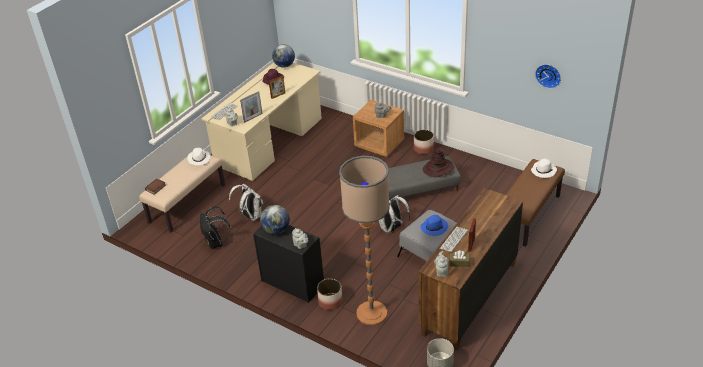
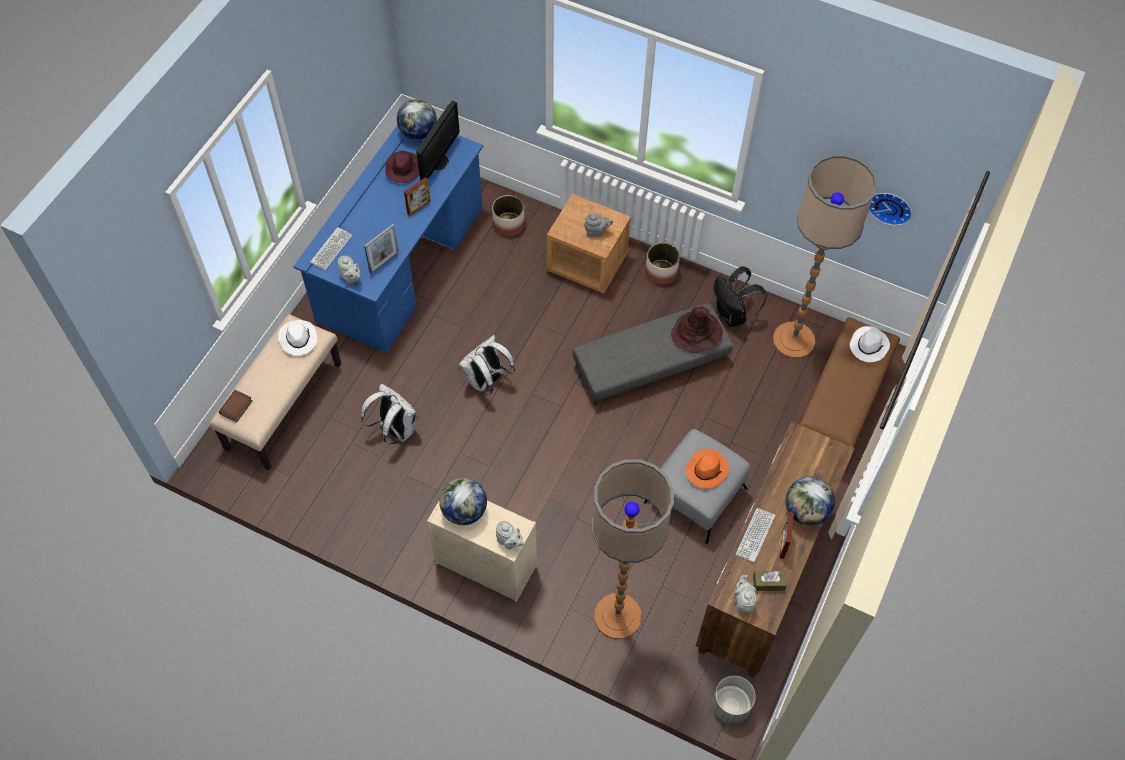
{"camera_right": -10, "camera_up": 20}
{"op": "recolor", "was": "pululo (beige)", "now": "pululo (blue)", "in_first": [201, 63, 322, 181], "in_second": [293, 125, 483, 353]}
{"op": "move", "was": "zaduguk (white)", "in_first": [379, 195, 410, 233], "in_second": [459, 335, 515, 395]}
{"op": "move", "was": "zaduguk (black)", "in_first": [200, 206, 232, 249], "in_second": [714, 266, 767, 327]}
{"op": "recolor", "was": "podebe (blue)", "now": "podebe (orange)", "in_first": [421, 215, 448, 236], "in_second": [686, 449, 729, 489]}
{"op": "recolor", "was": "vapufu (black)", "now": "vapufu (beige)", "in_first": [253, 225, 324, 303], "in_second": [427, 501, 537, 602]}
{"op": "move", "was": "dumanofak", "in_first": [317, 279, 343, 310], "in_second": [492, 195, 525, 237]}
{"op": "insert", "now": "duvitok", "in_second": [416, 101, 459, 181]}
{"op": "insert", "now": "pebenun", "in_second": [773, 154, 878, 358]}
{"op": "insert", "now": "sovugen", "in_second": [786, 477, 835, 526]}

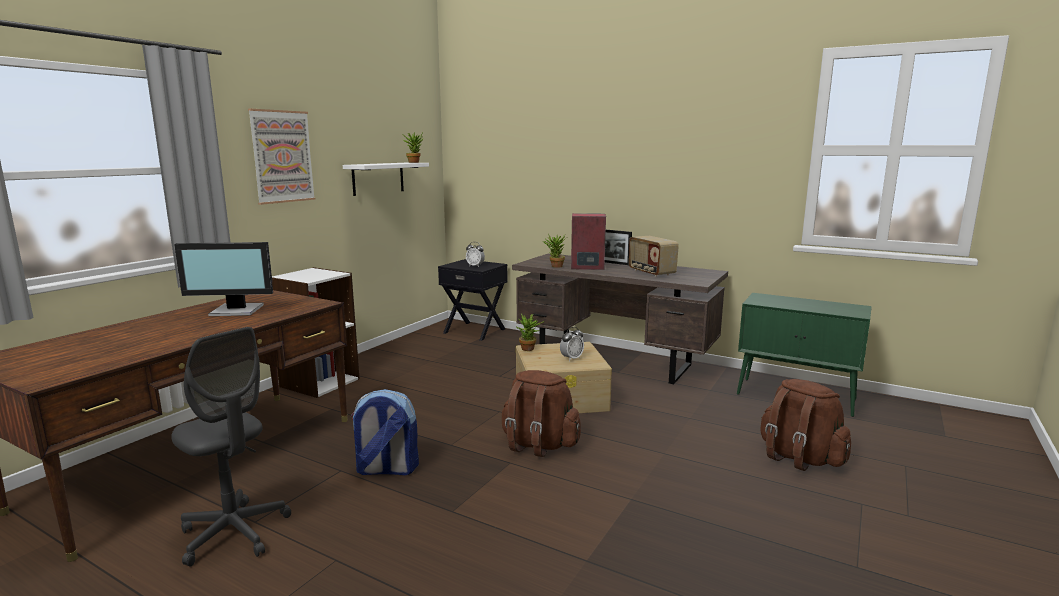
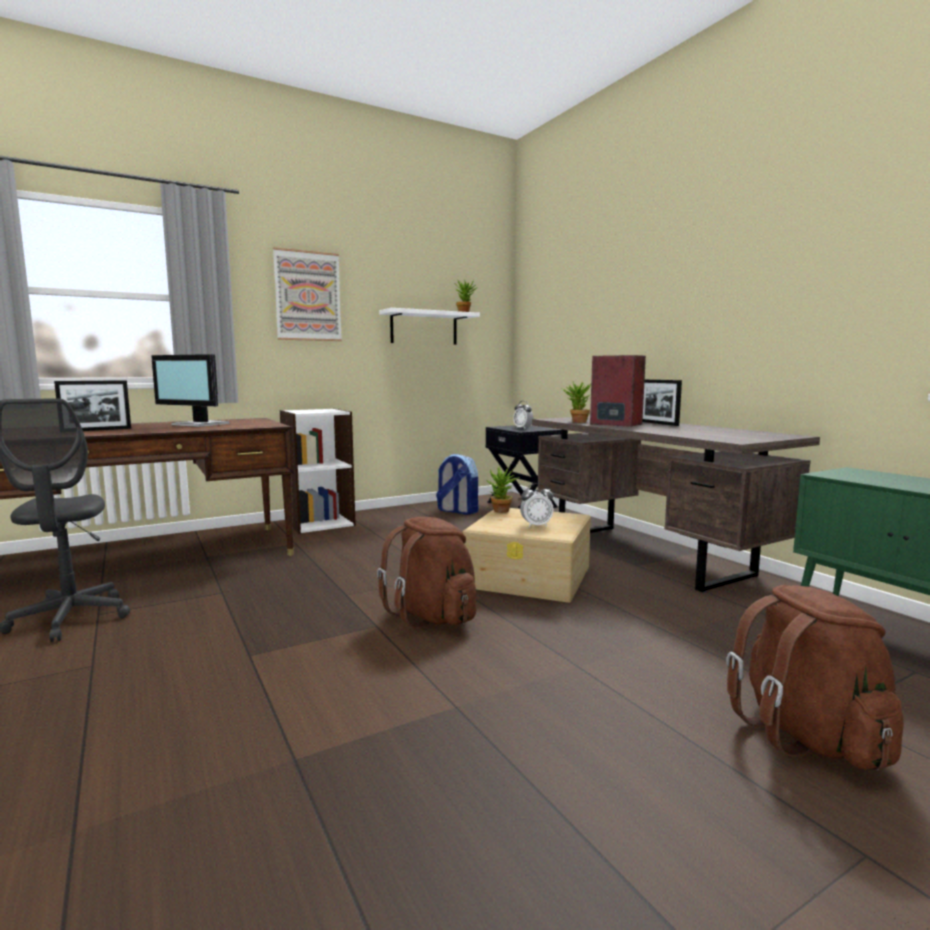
{"camera_right": 30, "camera_up": -5}
{"op": "delete", "was": "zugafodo", "in_first": [629, 236, 679, 277]}
{"op": "move", "was": "zaduguk", "in_first": [351, 389, 419, 475], "in_second": [436, 454, 478, 515]}
{"op": "insert", "now": "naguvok", "in_second": [54, 380, 131, 431]}

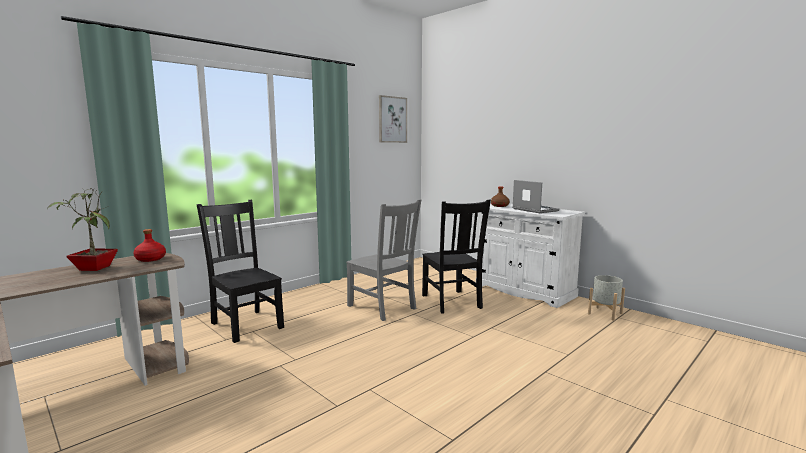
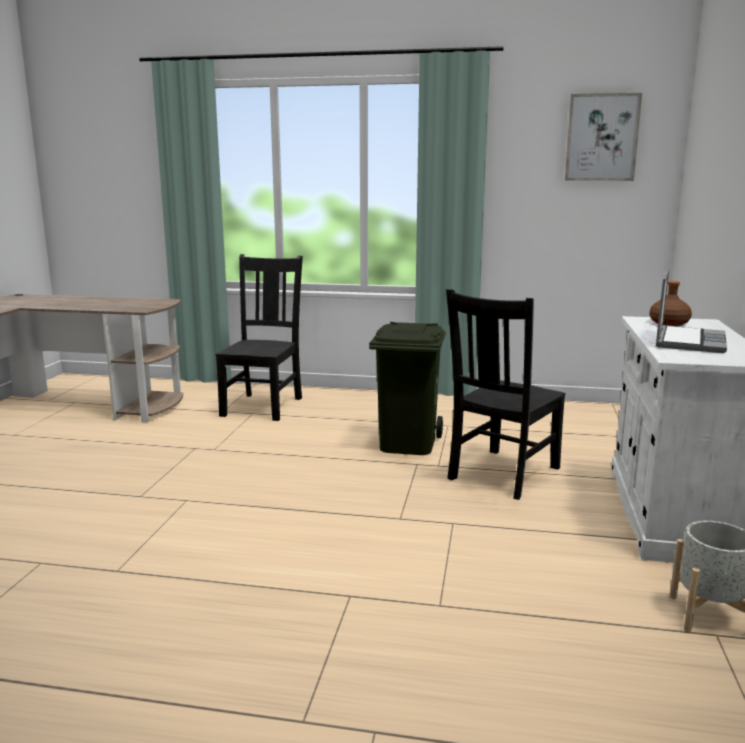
{"camera_right": 55, "camera_up": 5}
{"op": "delete", "was": "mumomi", "in_first": [48, 187, 118, 271]}
{"op": "replace", "was": "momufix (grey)", "now": "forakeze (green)", "in_first": [346, 199, 421, 321], "in_second": [369, 322, 445, 455]}
{"op": "delete", "was": "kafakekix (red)", "in_first": [133, 229, 166, 262]}

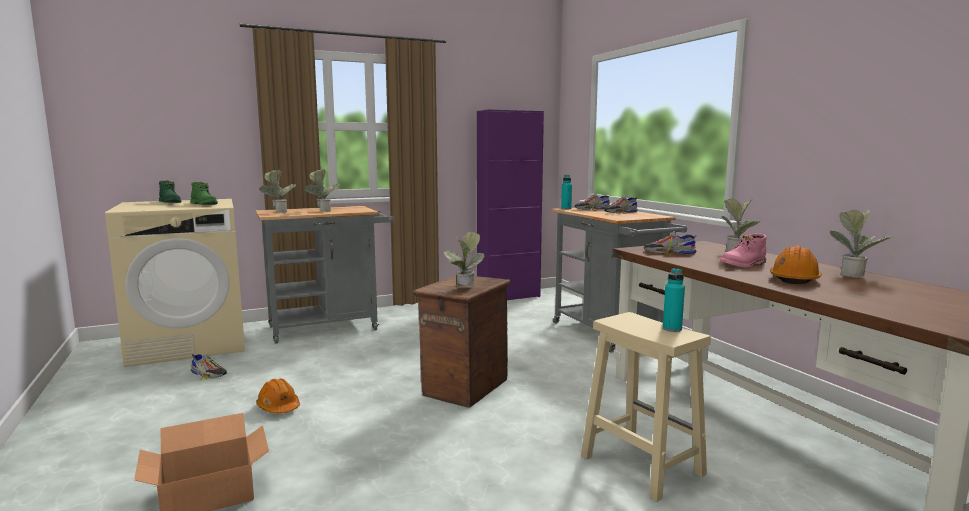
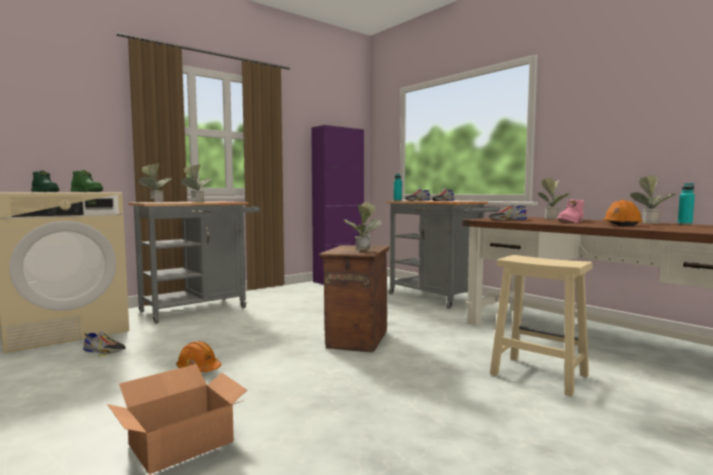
{"camera_right": -15, "camera_up": -5}
{"op": "move", "was": "kafakekix (turquoise)", "in_first": [663, 268, 685, 332], "in_second": [678, 183, 695, 225]}

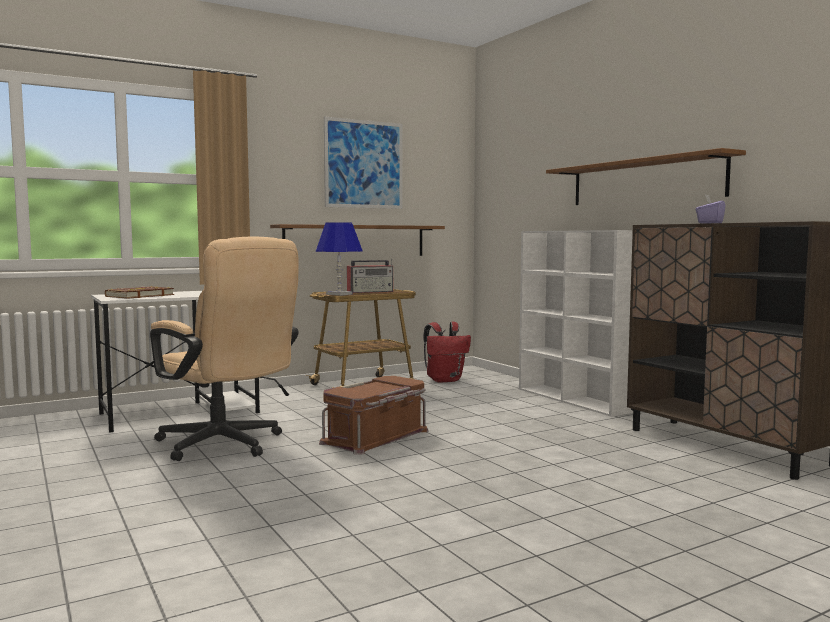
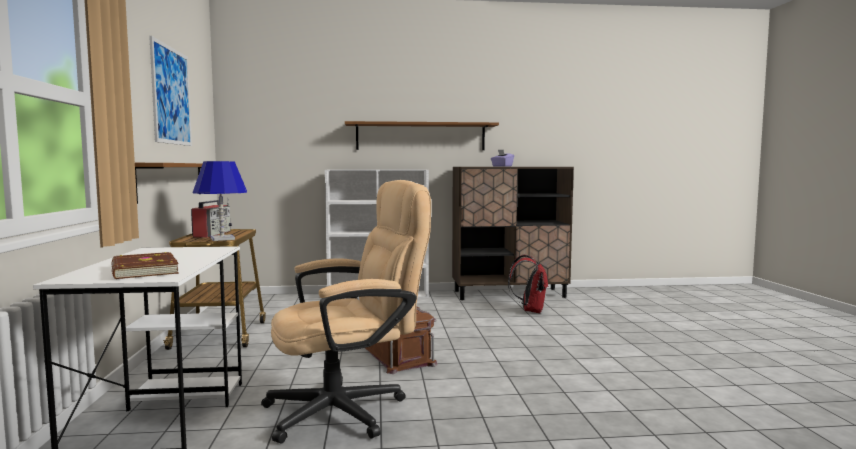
{"camera_right": -65, "camera_up": 0}
{"op": "move", "was": "zaduguk (red)", "in_first": [423, 322, 471, 383], "in_second": [508, 255, 548, 313]}

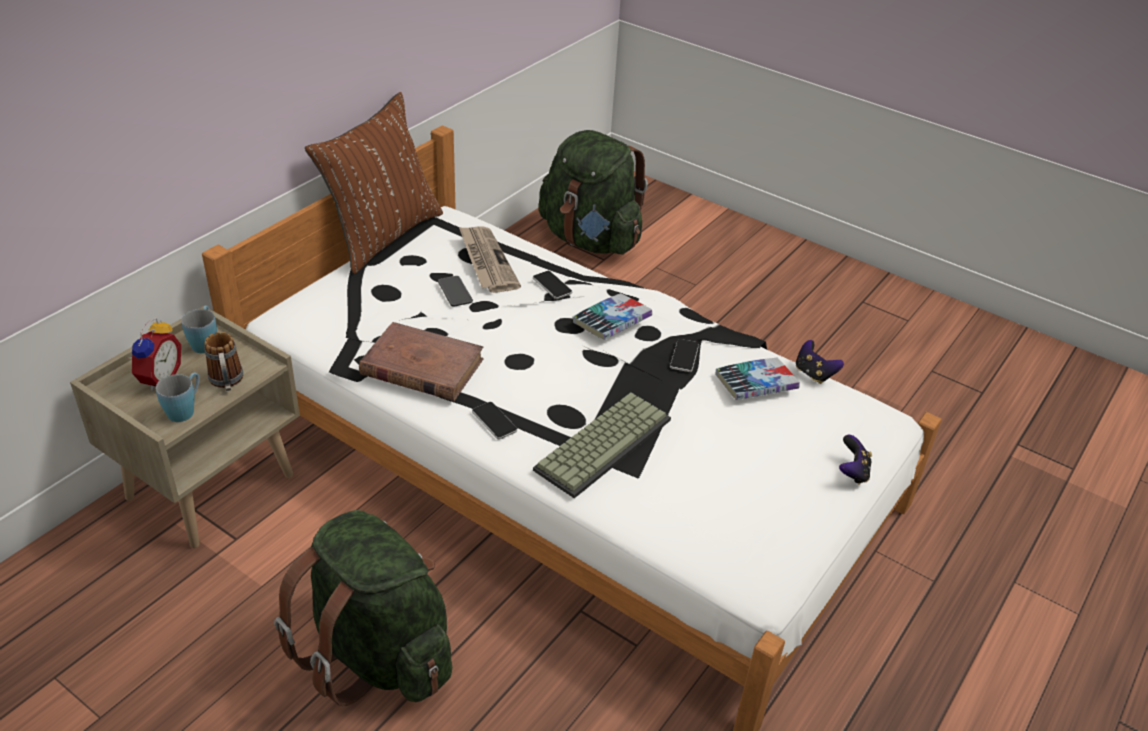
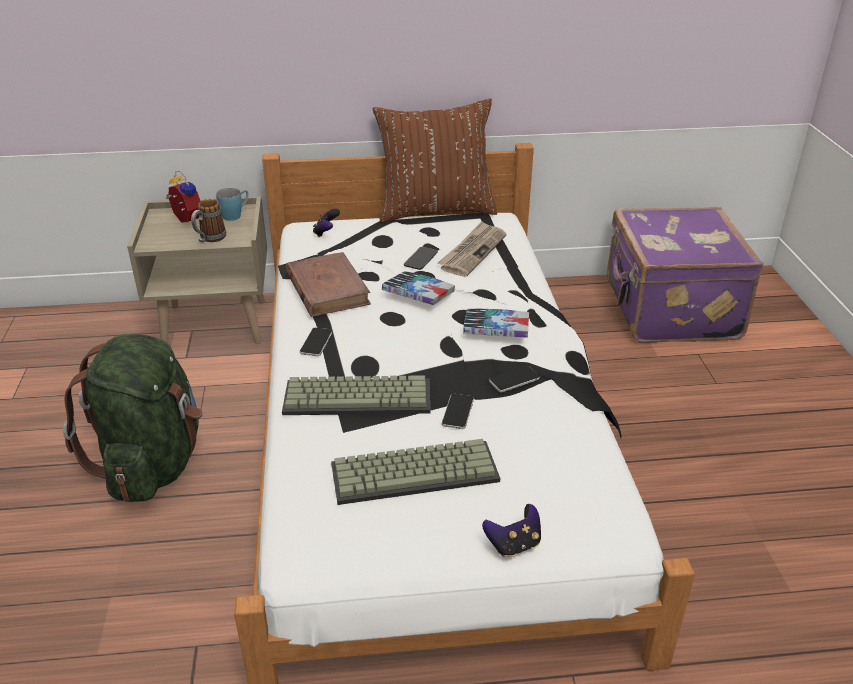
{"camera_right": 50, "camera_up": -5}
{"op": "replace", "was": "zaduguk (green)", "now": "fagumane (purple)", "in_first": [539, 130, 648, 254], "in_second": [607, 207, 763, 343]}
{"op": "move", "was": "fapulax", "in_first": [533, 271, 572, 299], "in_second": [442, 394, 474, 429]}
{"op": "rotate", "was": "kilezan", "in_first": [127, 317, 181, 391], "in_second": [166, 171, 200, 223], "clockwise": -105}
{"op": "move", "was": "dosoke", "in_first": [796, 340, 844, 384], "in_second": [313, 208, 340, 237]}
{"op": "move", "was": "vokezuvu", "in_first": [716, 358, 800, 400], "in_second": [382, 271, 455, 305]}
{"op": "delete", "was": "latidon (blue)", "in_first": [156, 372, 200, 422]}
{"op": "insert", "now": "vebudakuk", "in_second": [331, 439, 500, 505]}

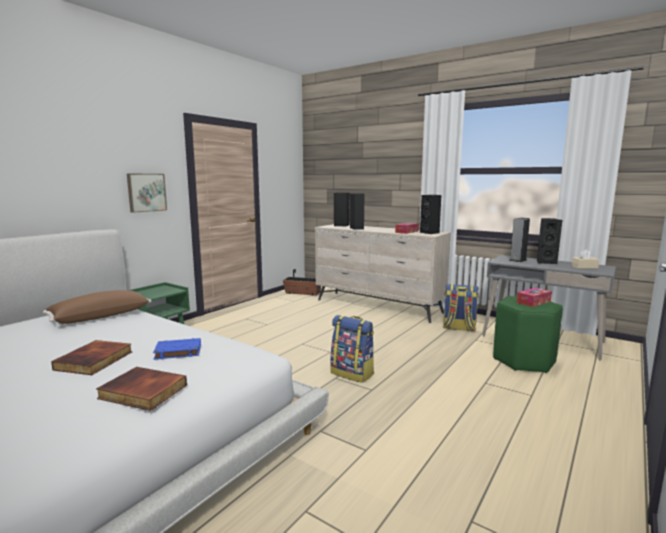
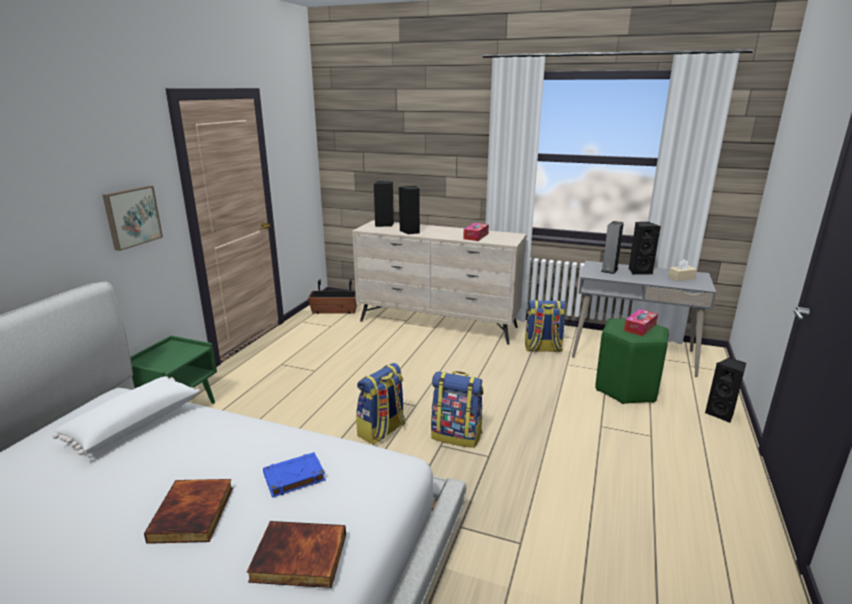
{"camera_right": -15, "camera_up": 10}
{"op": "move", "was": "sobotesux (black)", "in_first": [420, 195, 442, 234], "in_second": [705, 358, 746, 423]}
{"op": "recolor", "was": "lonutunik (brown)", "now": "lonutunik (white)", "in_first": [43, 290, 152, 324], "in_second": [52, 376, 200, 455]}
{"op": "insert", "now": "zaduguk", "in_second": [356, 363, 406, 445]}

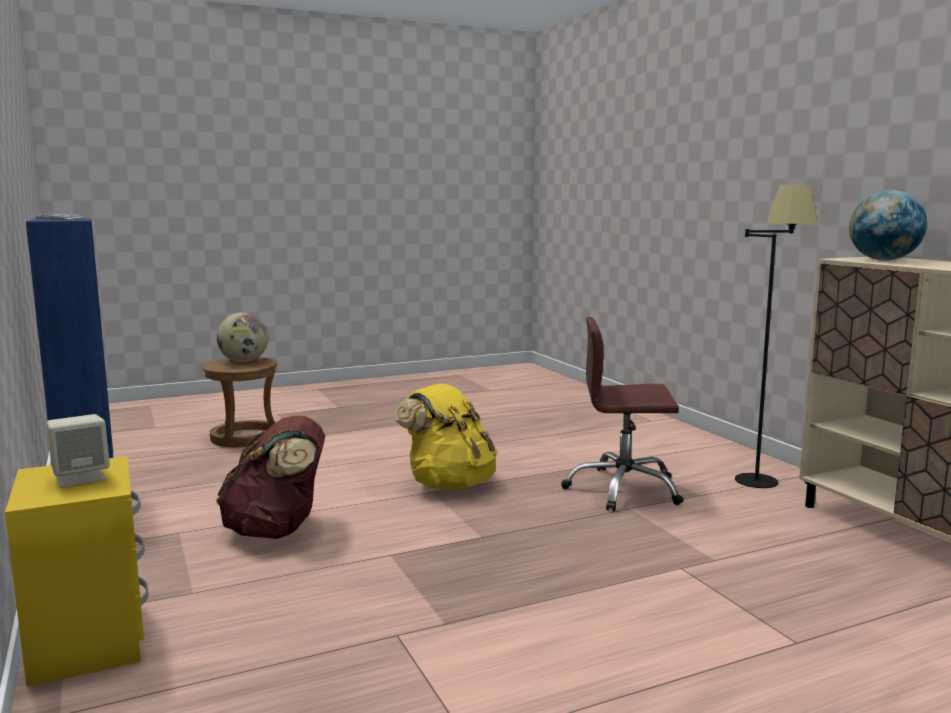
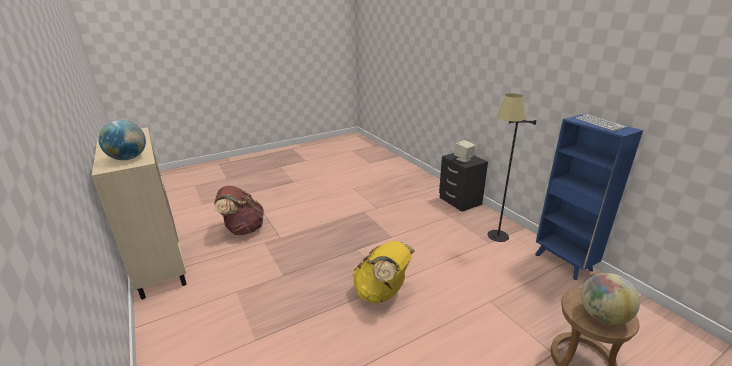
{"camera_right": 175, "camera_up": 15}
{"op": "move", "was": "pebenun (black)", "in_first": [735, 185, 818, 488], "in_second": [487, 94, 536, 242]}
{"op": "delete", "was": "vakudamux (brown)", "in_first": [561, 317, 684, 511]}
{"op": "move", "was": "zaduguk (brown)", "in_first": [216, 415, 325, 539], "in_second": [214, 186, 264, 235]}
{"op": "recolor", "was": "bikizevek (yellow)", "now": "bikizevek (black)", "in_first": [5, 456, 149, 687], "in_second": [439, 153, 488, 212]}

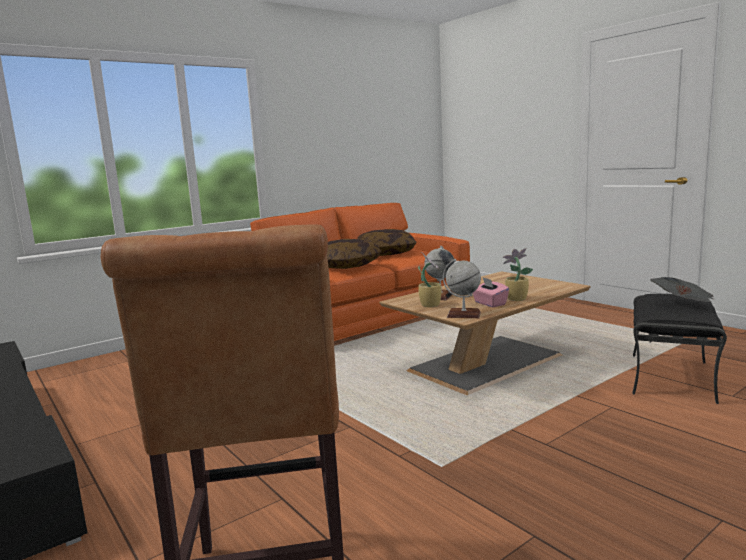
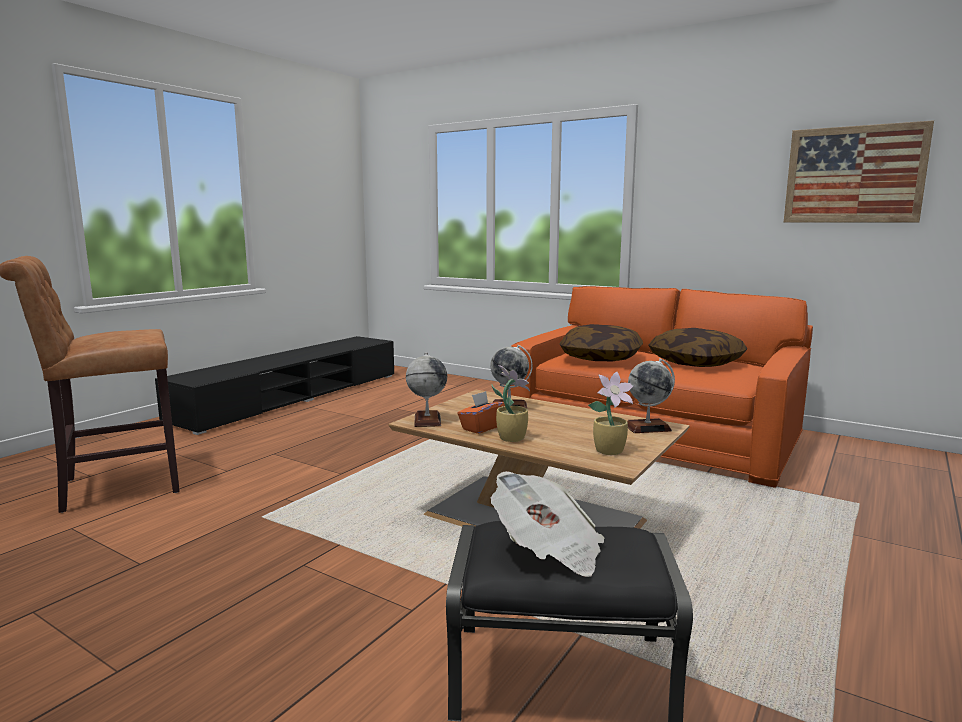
{"camera_right": 70, "camera_up": 0}
{"op": "move", "was": "mumomi", "in_first": [418, 252, 442, 307], "in_second": [588, 372, 633, 455]}
{"op": "recolor", "was": "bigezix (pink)", "now": "bigezix (orange)", "in_first": [473, 277, 509, 307], "in_second": [457, 391, 505, 434]}
{"op": "insert", "now": "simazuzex", "in_second": [784, 120, 934, 223]}
{"op": "insert", "now": "sovugen", "in_second": [627, 359, 675, 433]}

